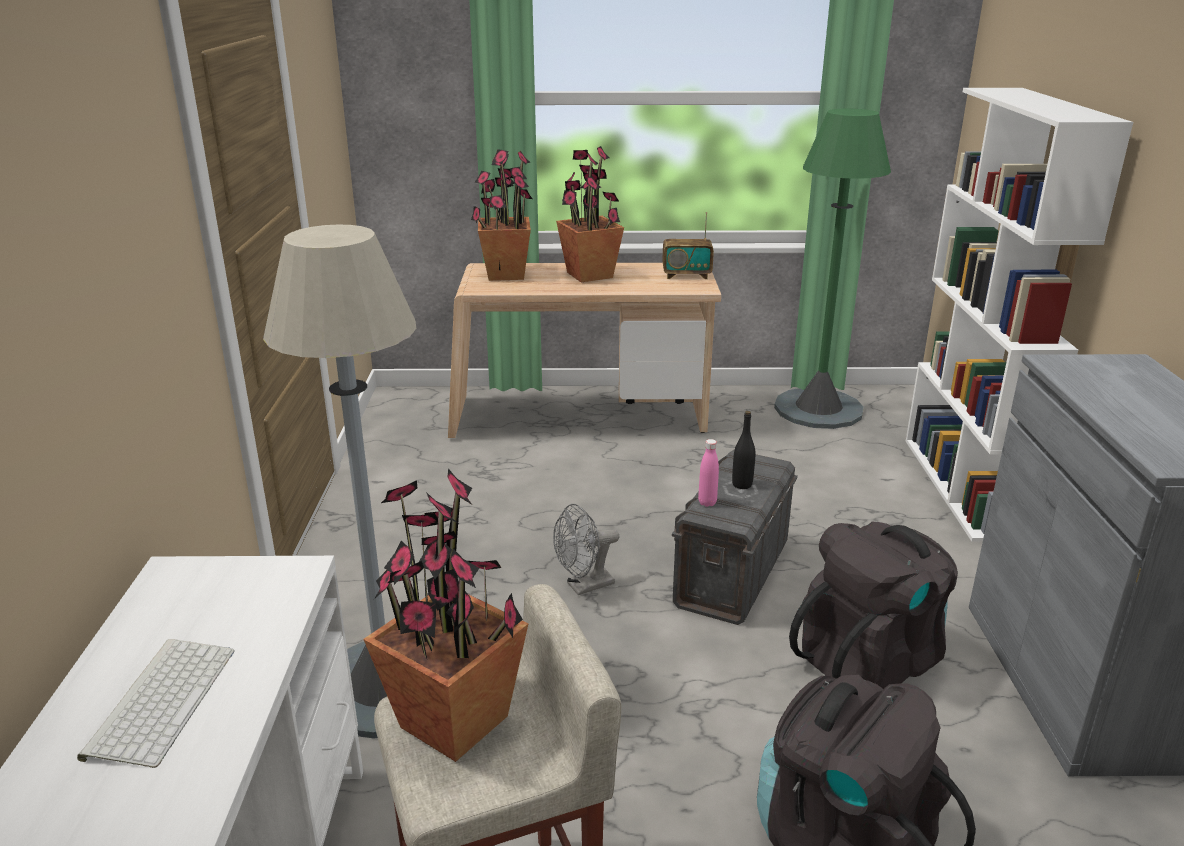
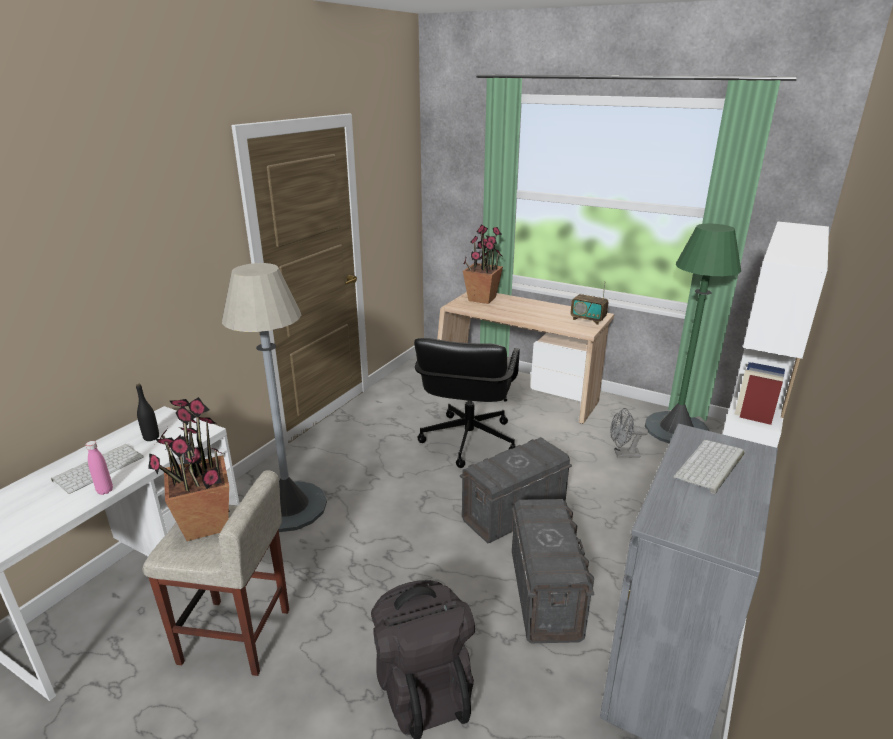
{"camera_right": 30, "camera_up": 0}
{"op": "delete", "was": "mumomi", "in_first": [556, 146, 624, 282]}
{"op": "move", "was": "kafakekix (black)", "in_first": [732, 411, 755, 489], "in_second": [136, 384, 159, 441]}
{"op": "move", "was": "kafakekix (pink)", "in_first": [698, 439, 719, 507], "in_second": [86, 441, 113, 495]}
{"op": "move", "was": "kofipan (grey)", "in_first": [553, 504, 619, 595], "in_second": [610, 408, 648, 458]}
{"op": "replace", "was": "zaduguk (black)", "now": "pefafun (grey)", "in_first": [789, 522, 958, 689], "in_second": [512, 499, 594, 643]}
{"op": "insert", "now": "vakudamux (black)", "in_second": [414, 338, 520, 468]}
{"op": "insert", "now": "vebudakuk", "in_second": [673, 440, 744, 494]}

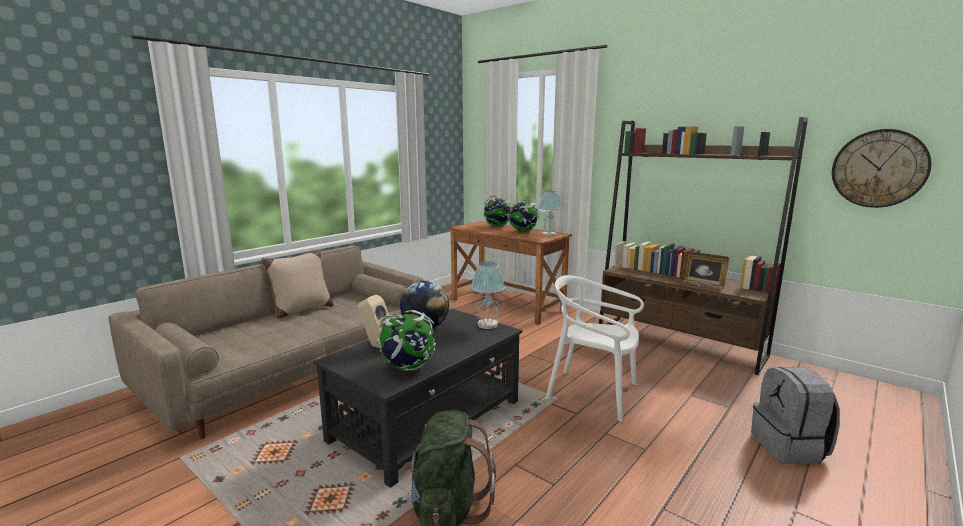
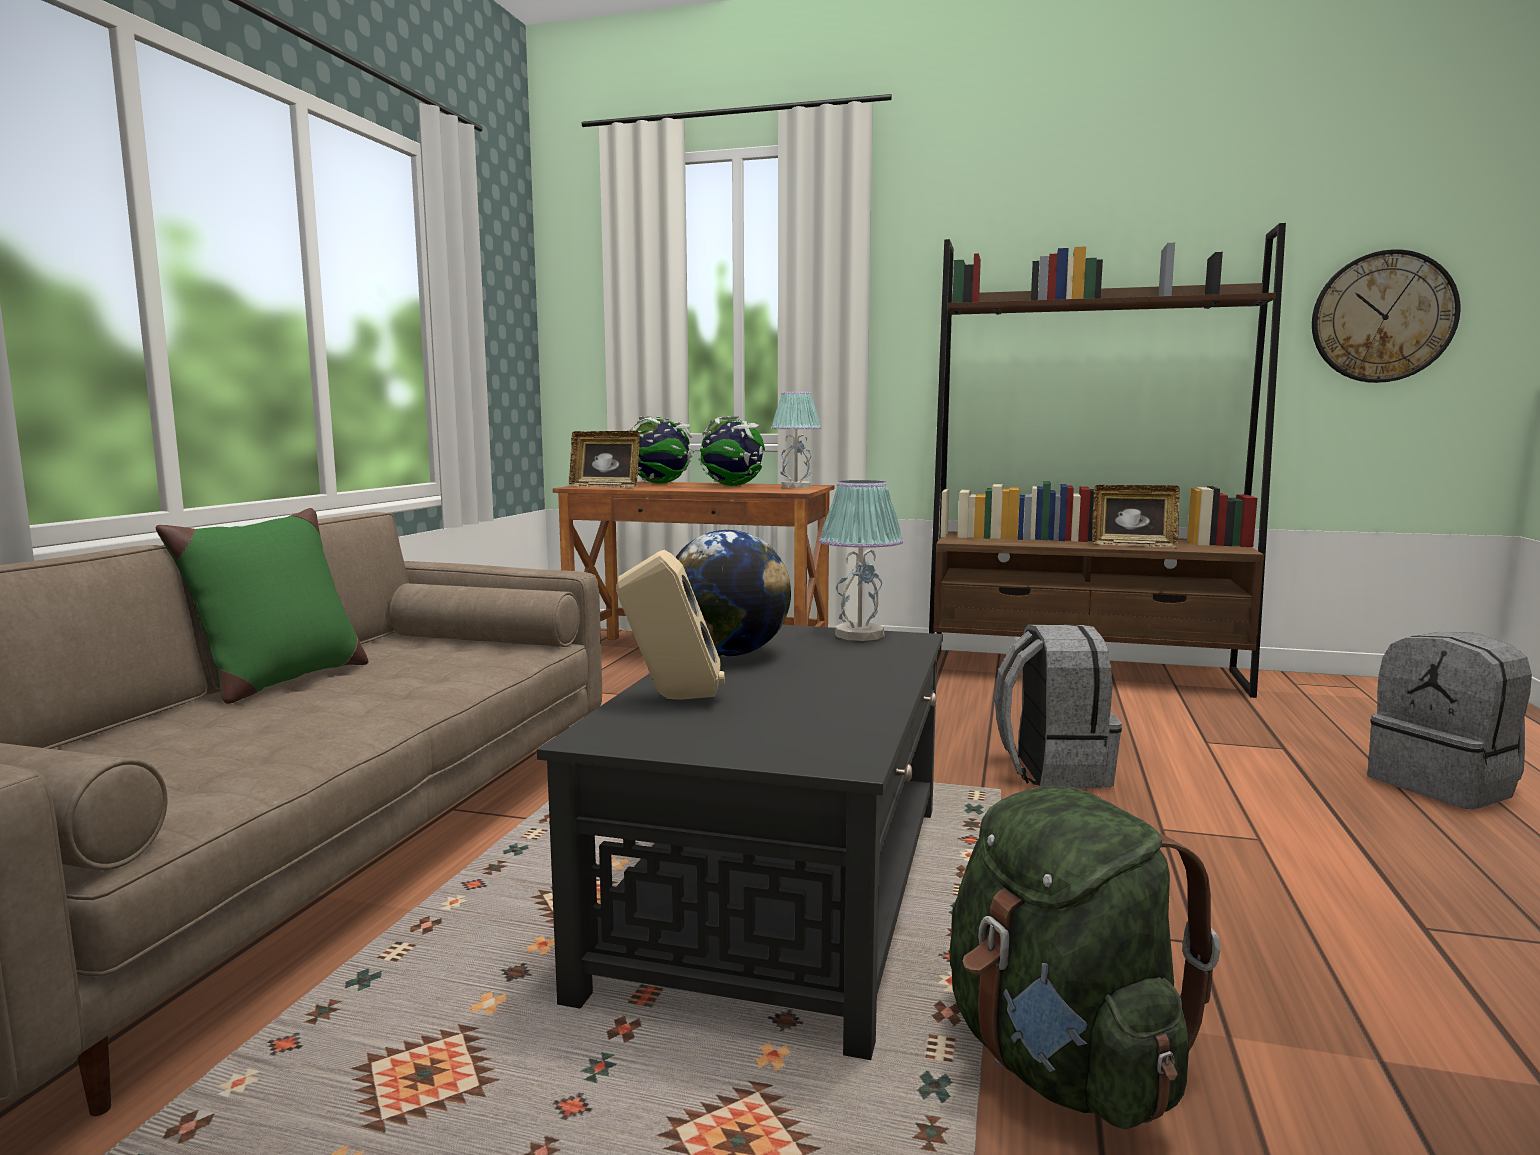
{"camera_right": -25, "camera_up": -5}
{"op": "recolor", "was": "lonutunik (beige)", "now": "lonutunik (green)", "in_first": [261, 249, 334, 318], "in_second": [155, 508, 368, 704]}
{"op": "replace", "was": "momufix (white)", "now": "zaduguk (grey)", "in_first": [546, 275, 644, 422], "in_second": [994, 624, 1122, 788]}
{"op": "delete", "was": "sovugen", "in_first": [376, 310, 436, 371]}
{"op": "insert", "now": "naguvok", "in_second": [569, 431, 640, 488]}

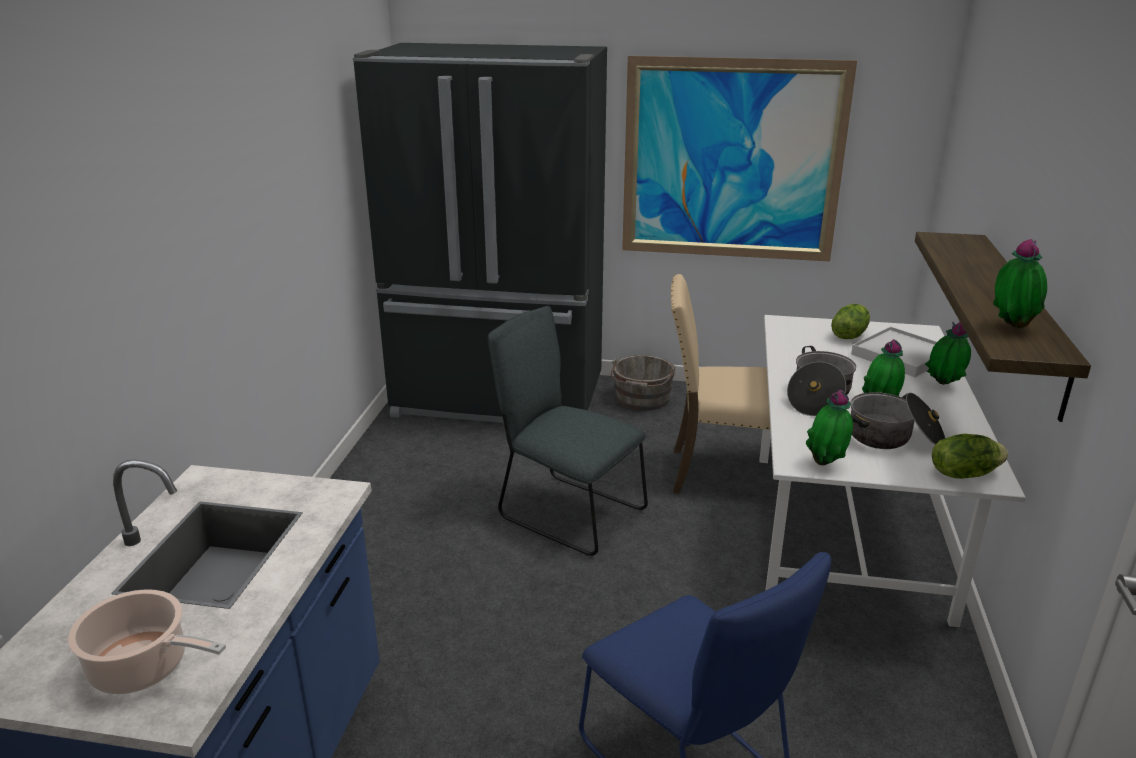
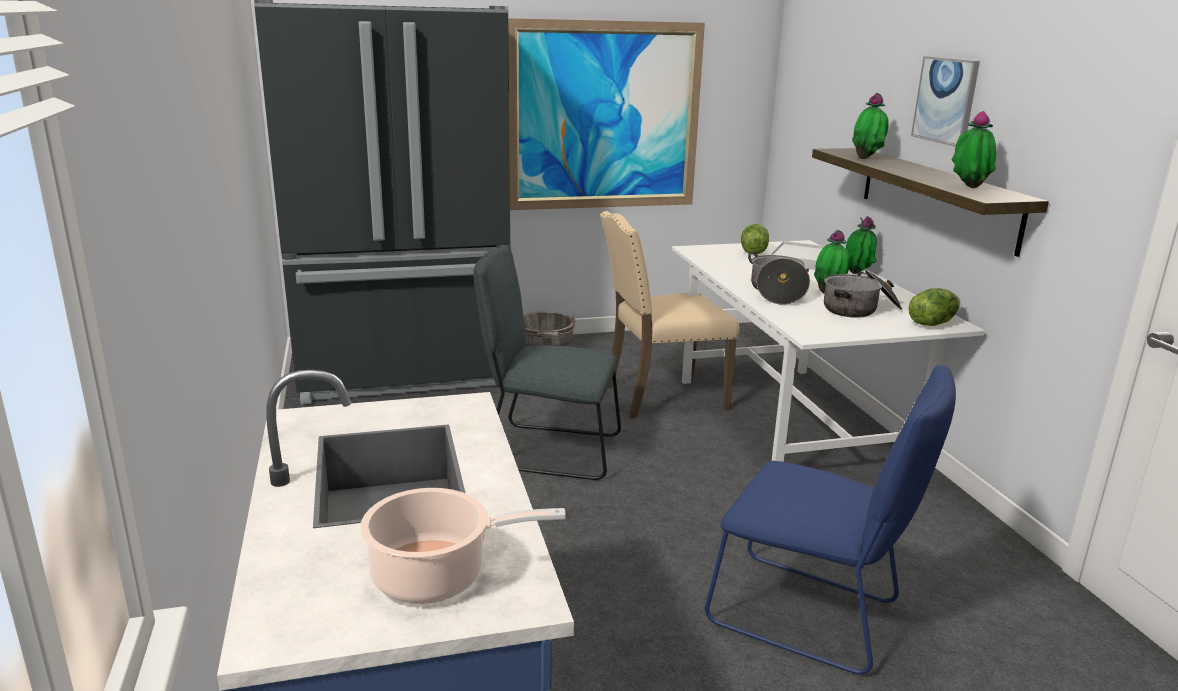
{"camera_right": -25, "camera_up": -5}
{"op": "move", "was": "mumomi", "in_first": [806, 390, 853, 465], "in_second": [852, 93, 889, 159]}
{"op": "insert", "now": "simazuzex", "in_second": [911, 56, 980, 147]}

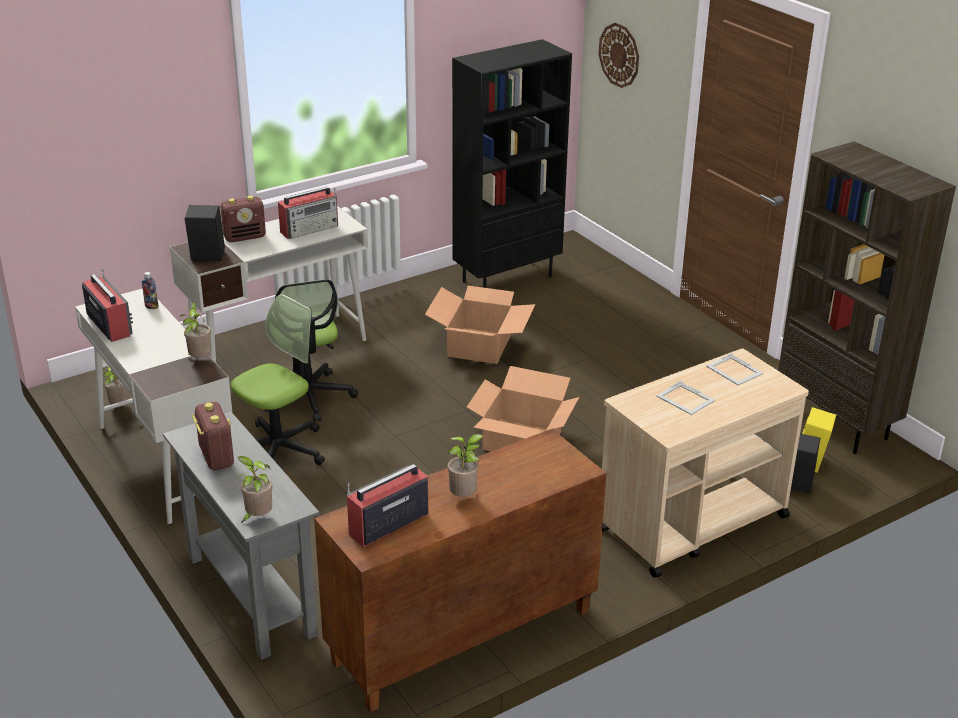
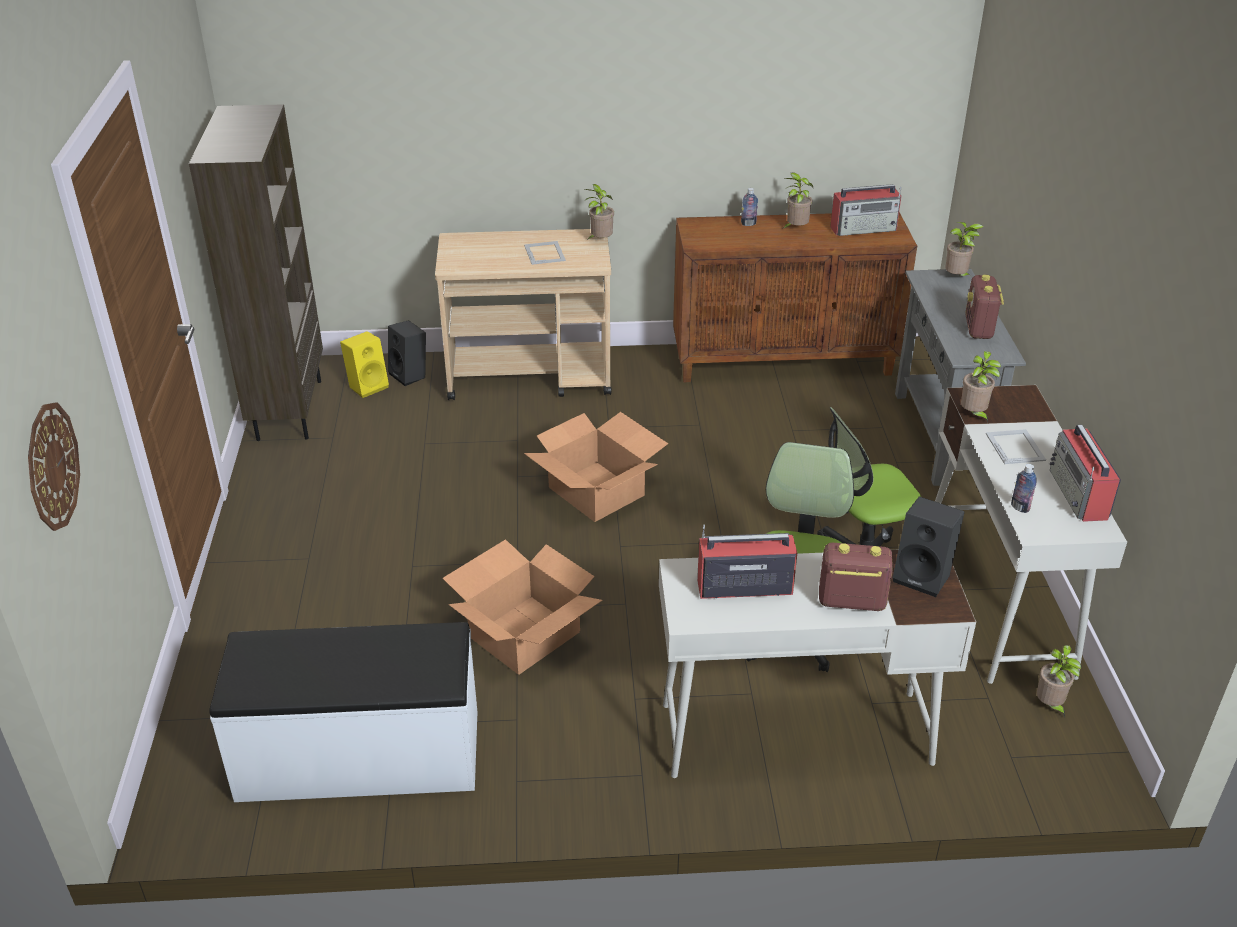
{"camera_right": -150, "camera_up": 5}
{"op": "replace", "was": "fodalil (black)", "now": "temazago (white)", "in_first": [452, 39, 572, 288], "in_second": [209, 622, 477, 802]}
{"op": "move", "was": "naguvok", "in_first": [706, 353, 763, 385], "in_second": [986, 429, 1046, 464]}
{"op": "insert", "now": "mumomi", "in_second": [585, 184, 614, 240]}
{"op": "insert", "now": "kafakekix", "in_second": [741, 188, 758, 226]}

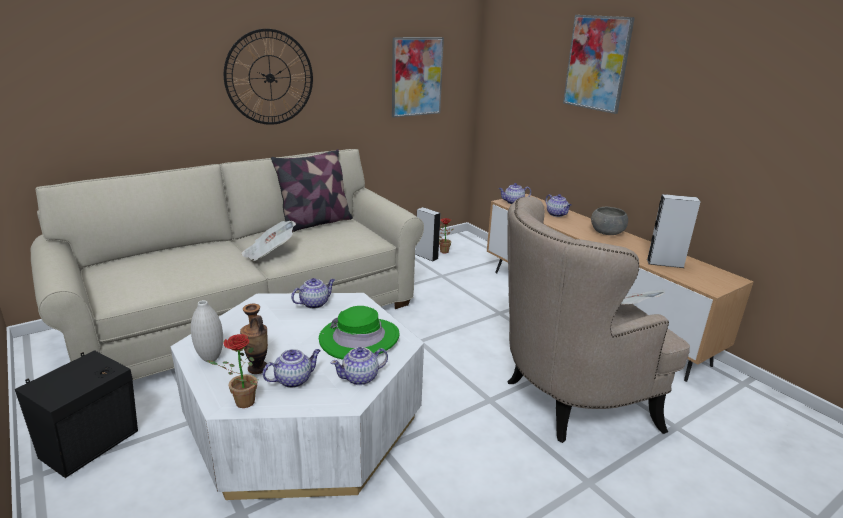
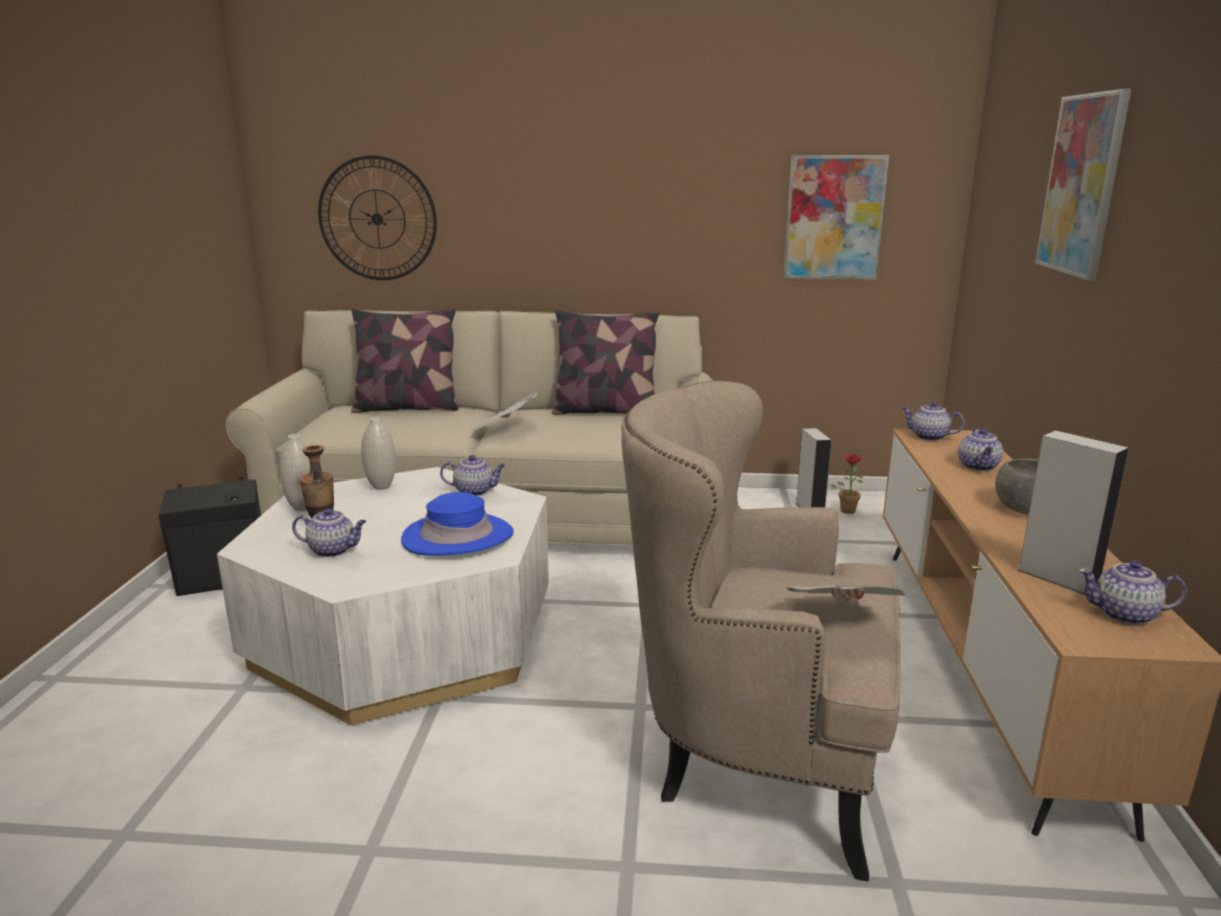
{"camera_right": 40, "camera_up": -5}
{"op": "move", "was": "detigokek", "in_first": [224, 29, 313, 125], "in_second": [318, 155, 437, 280]}
{"op": "recolor", "was": "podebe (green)", "now": "podebe (blue)", "in_first": [319, 306, 399, 360], "in_second": [401, 492, 514, 556]}
{"op": "delete", "was": "mumomi", "in_first": [206, 334, 257, 408]}
{"op": "move", "was": "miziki", "in_first": [331, 347, 388, 385], "in_second": [1078, 561, 1187, 625]}
{"op": "insert", "now": "lonutunik", "in_second": [351, 308, 459, 413]}
{"op": "insert", "now": "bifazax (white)", "in_second": [361, 417, 396, 490]}

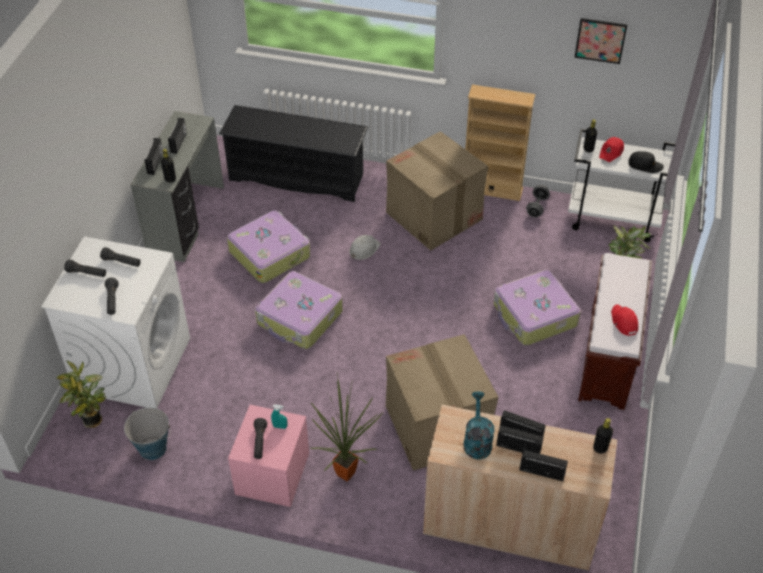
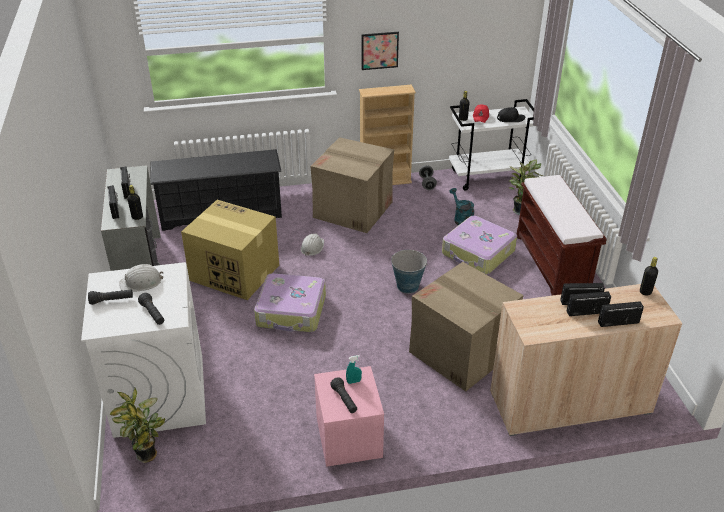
{"camera_right": -25, "camera_up": -10}
{"op": "move", "was": "simazuzex", "in_first": [574, 18, 628, 64], "in_second": [362, 32, 399, 70]}
{"op": "replace", "was": "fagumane", "now": "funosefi", "in_first": [227, 210, 310, 283], "in_second": [181, 200, 279, 300]}
{"op": "replace", "was": "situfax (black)", "now": "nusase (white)", "in_first": [100, 247, 141, 267], "in_second": [119, 264, 163, 291]}
{"op": "delete", "was": "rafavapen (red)", "in_first": [611, 304, 638, 336]}
{"op": "delete", "was": "mumomi", "in_first": [310, 374, 383, 482]}
{"op": "move", "was": "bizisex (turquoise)", "in_first": [464, 392, 494, 460], "in_second": [449, 188, 474, 225]}
{"op": "move", "was": "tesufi", "in_first": [124, 407, 171, 460], "in_second": [391, 250, 428, 293]}

